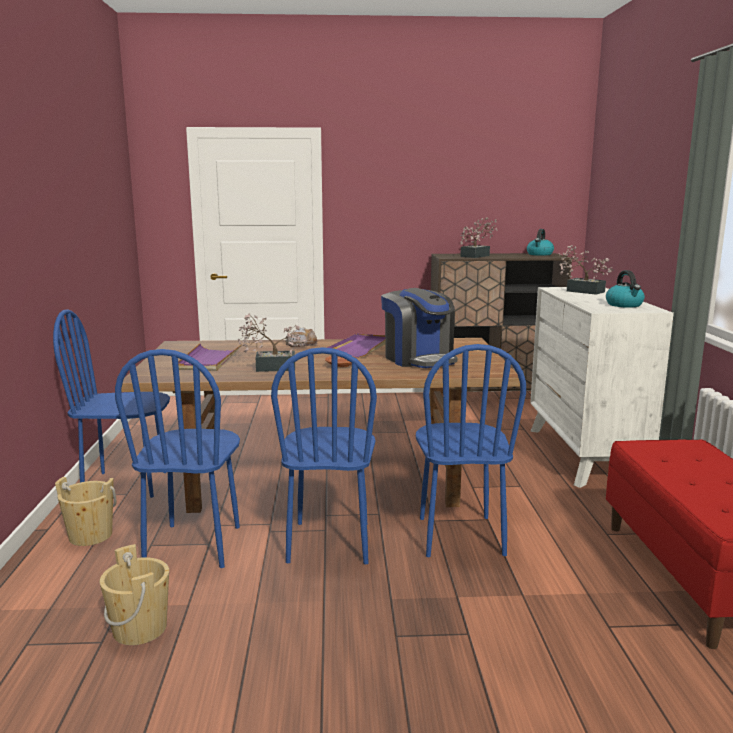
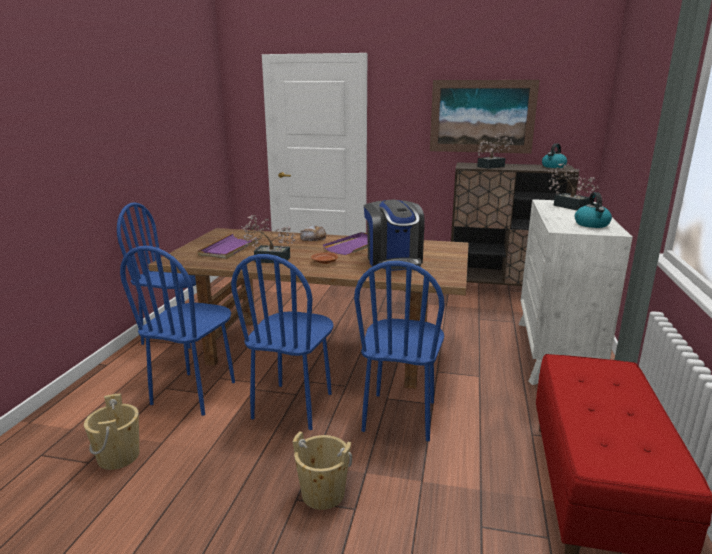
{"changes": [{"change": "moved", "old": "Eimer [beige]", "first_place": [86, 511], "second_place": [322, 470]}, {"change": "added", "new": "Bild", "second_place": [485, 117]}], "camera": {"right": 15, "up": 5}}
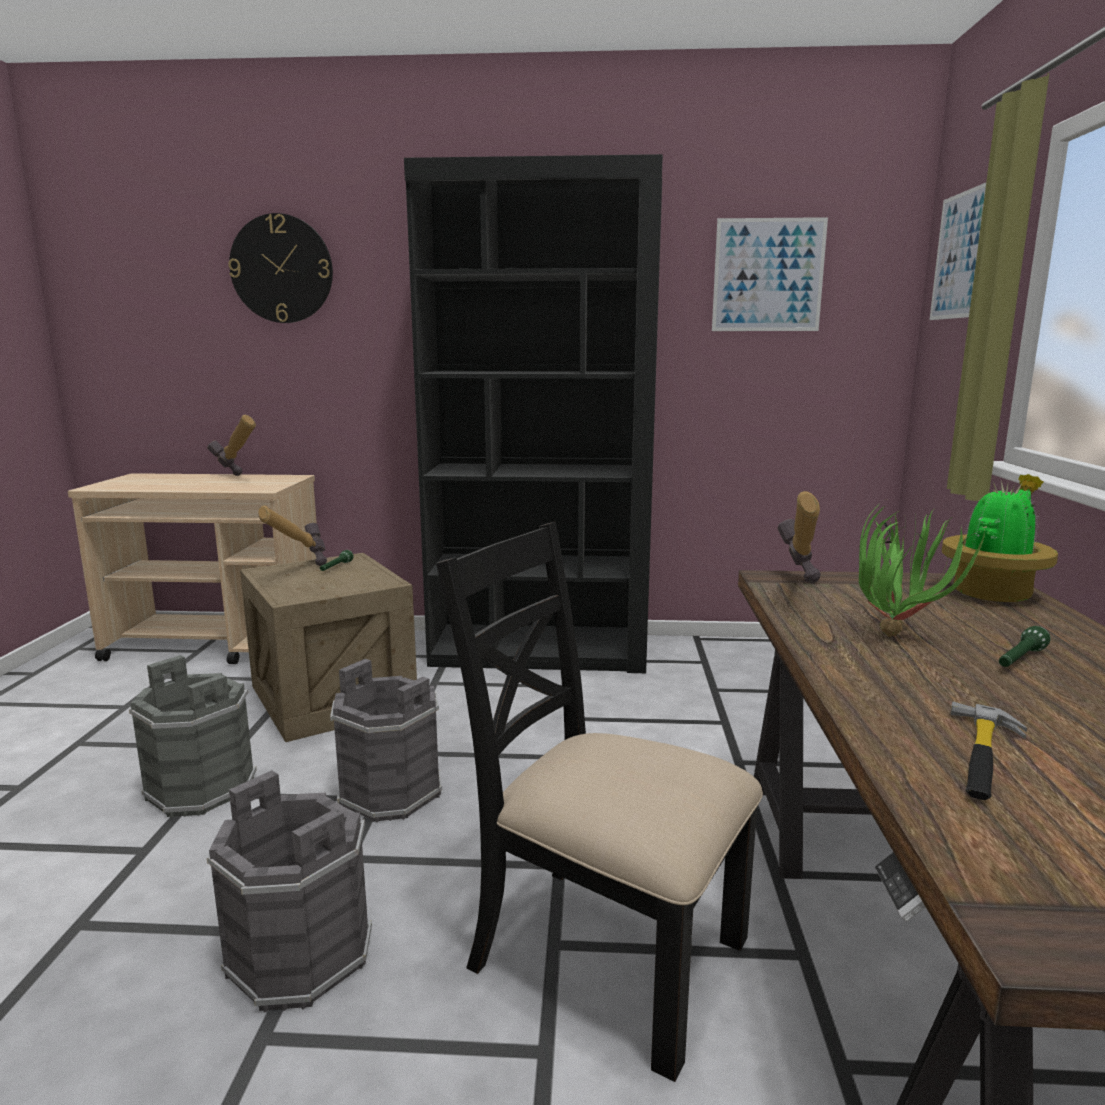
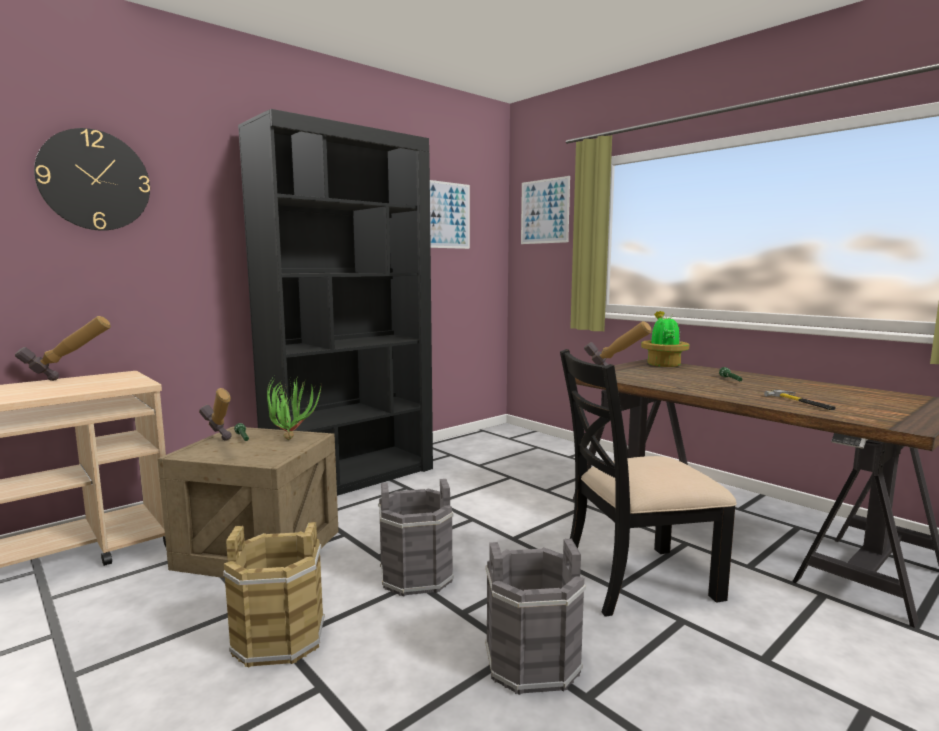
{"changes": [{"change": "moved", "old": "Topfpflanze", "first_place": [922, 568], "second_place": [294, 408]}, {"change": "recoloured", "old": "Eimer [grau]", "new": "Eimer [braun]", "first_place": [193, 736], "second_place": [274, 595]}], "camera": {"right": -45, "up": -5}}
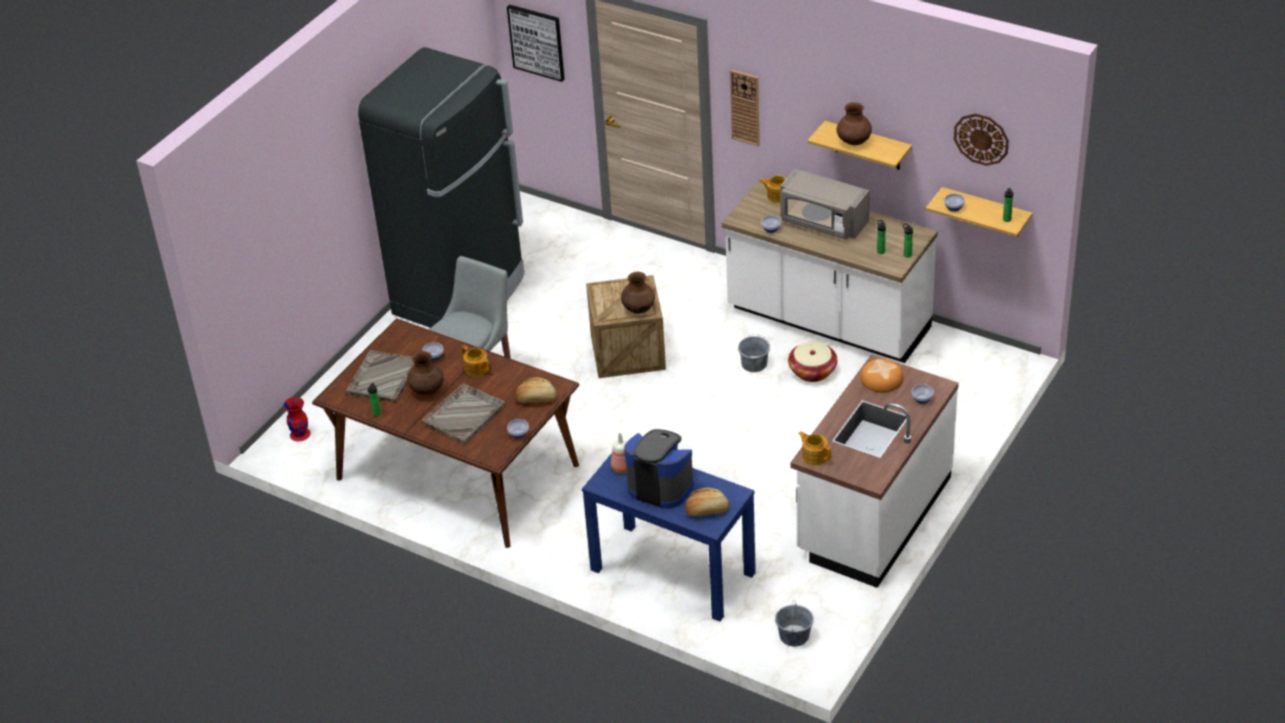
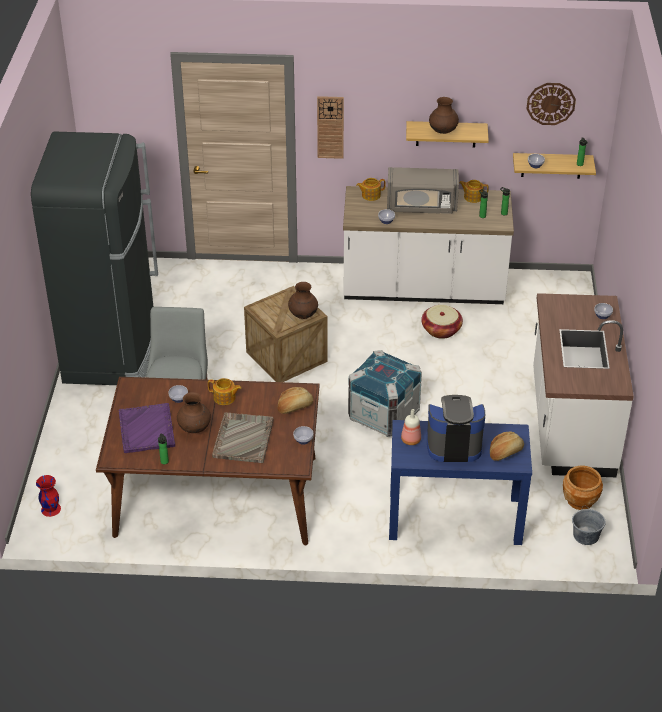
{"changes": [{"change": "removed", "old": "Bild", "first_place": [535, 43]}, {"change": "removed", "old": "Eimer [grau]", "first_place": [754, 353]}, {"change": "recoloured", "old": "Tablett [grau]", "new": "Tablett [lila]", "first_place": [380, 376], "second_place": [147, 428]}, {"change": "removed", "old": "Brot", "first_place": [882, 375]}, {"change": "moved", "old": "Teekanne", "first_place": [814, 448], "second_place": [474, 191]}, {"change": "added", "new": "Kiste", "second_place": [385, 393]}, {"change": "added", "new": "Pflanzkübel [braun]", "second_place": [583, 488]}], "camera": {"right": -30, "up": 0}}
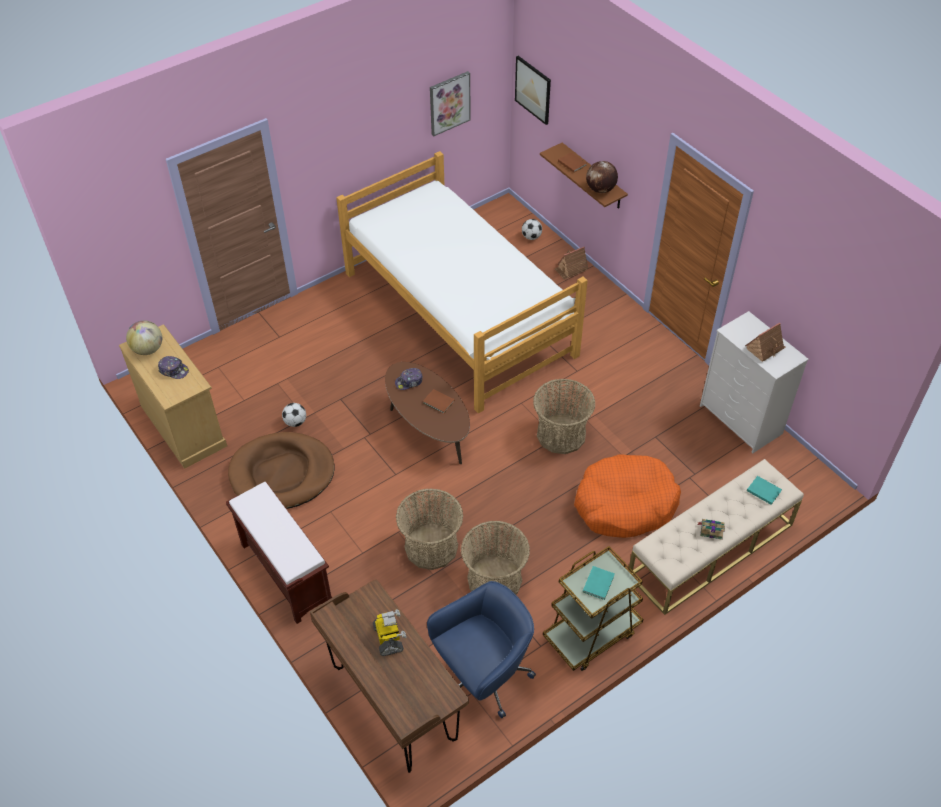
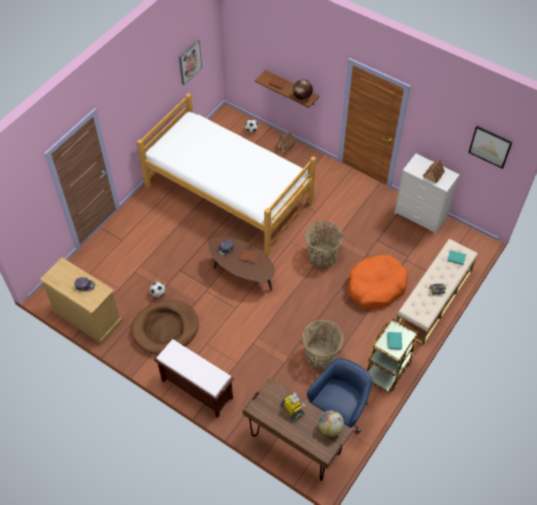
{"changes": [{"change": "moved", "old": "Bild", "first_place": [533, 90], "second_place": [490, 147]}, {"change": "moved", "old": "Globus", "first_place": [144, 338], "second_place": [331, 423]}, {"change": "removed", "old": "Korb", "first_place": [429, 529]}], "camera": {"right": -20, "up": 5}}
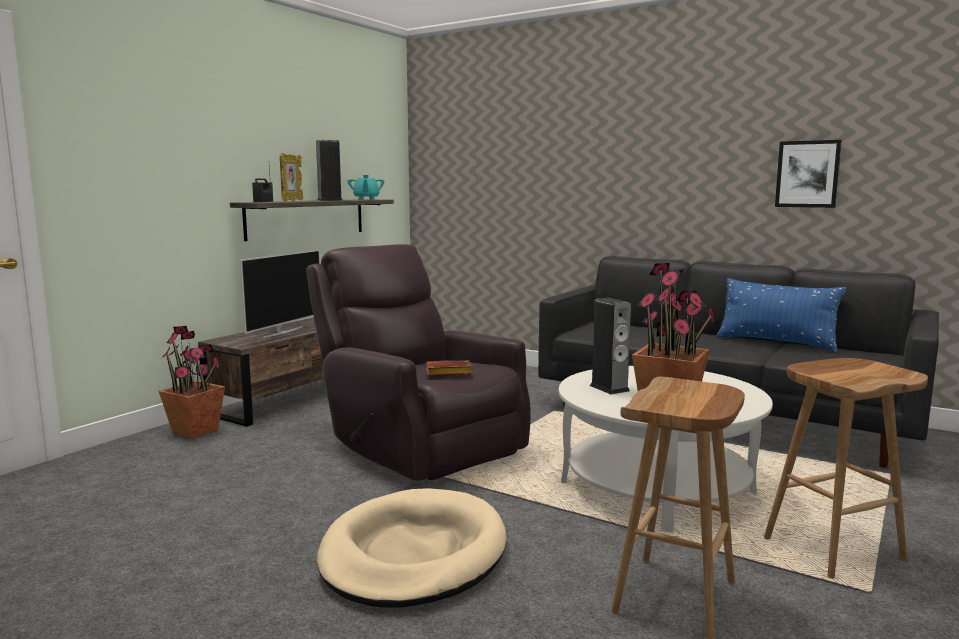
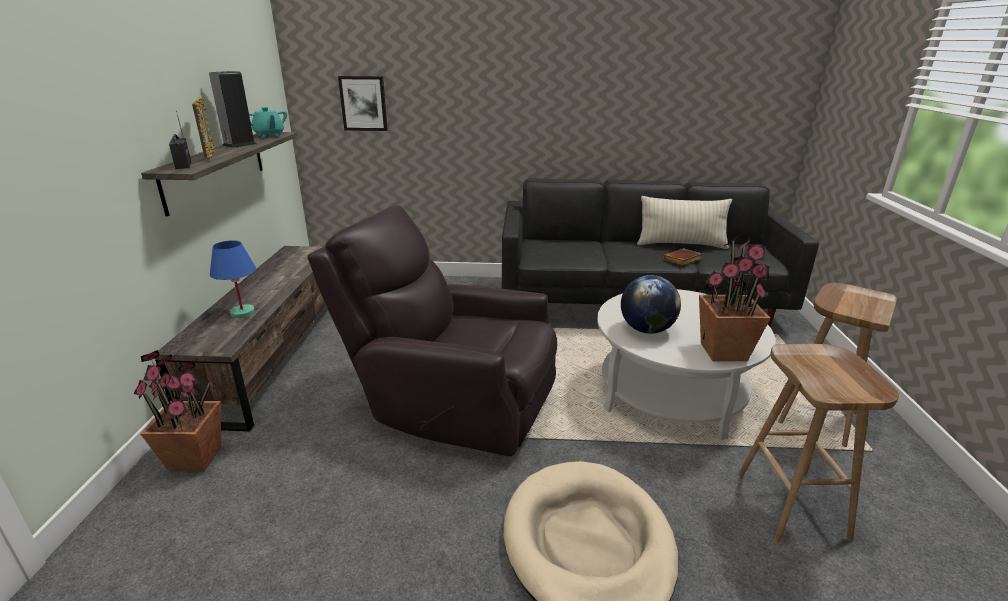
{"changes": [{"change": "moved", "old": "Bild", "first_place": [808, 174], "second_place": [363, 103]}, {"change": "replaced", "old": "Fernseher", "new": "Tischlampe [blau]", "first_place": [280, 294], "second_place": [233, 279]}, {"change": "recoloured", "old": "Kissen [blau]", "new": "Kissen [beige]", "first_place": [781, 315], "second_place": [684, 222]}, {"change": "replaced", "old": "Lautsprecher", "new": "Globus", "first_place": [610, 346], "second_place": [651, 304]}, {"change": "moved", "old": "Buch [braun]", "first_place": [449, 367], "second_place": [682, 257]}], "camera": {"right": -30, "up": 15}}
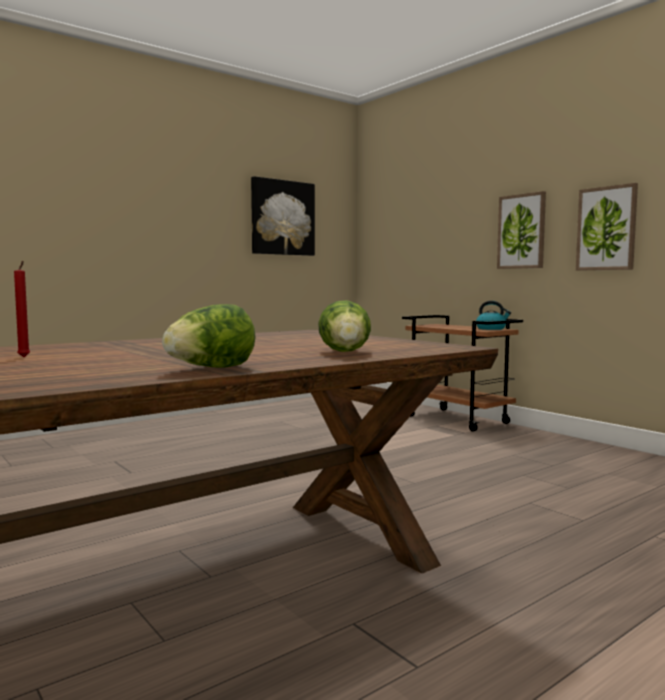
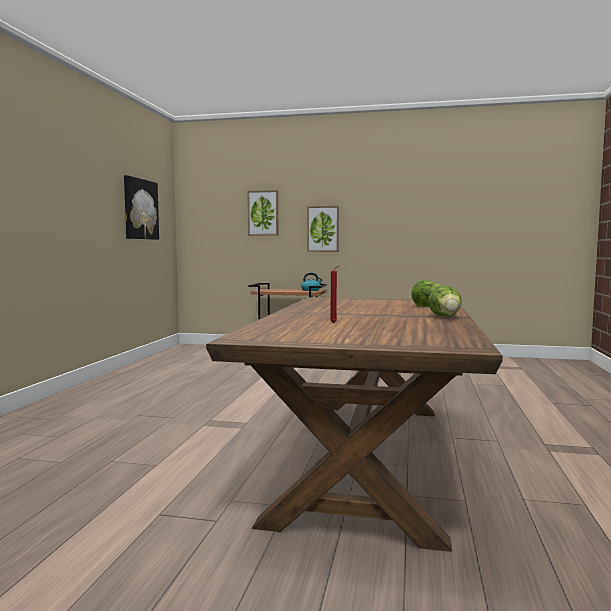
{"changes": [{"change": "moved", "old": "Bild", "first_place": [607, 227], "second_place": [262, 213]}], "camera": {"right": -40, "up": 0}}
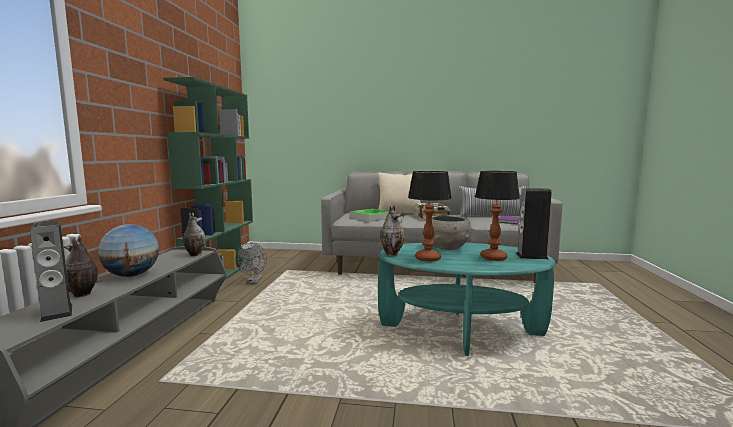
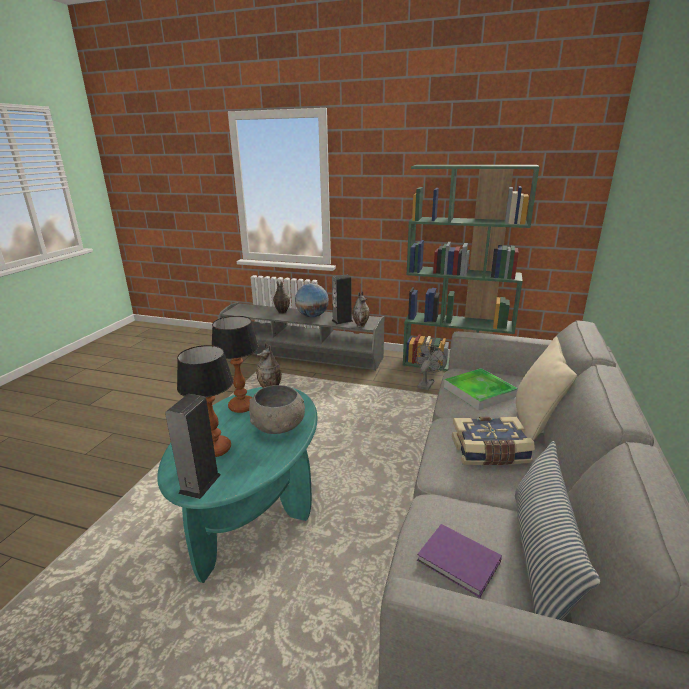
{"changes": [{"change": "moved", "old": "Lautsprecher", "first_place": [51, 271], "second_place": [342, 299]}, {"change": "turned", "old": "Ventilator [grau]", "first_place": [251, 263], "second_place": [430, 367], "degrees": 105}], "camera": {"right": 100, "up": 15}}
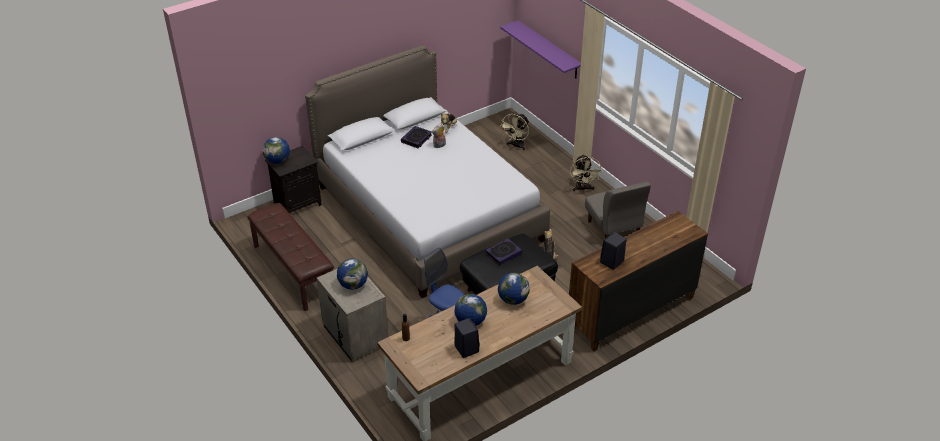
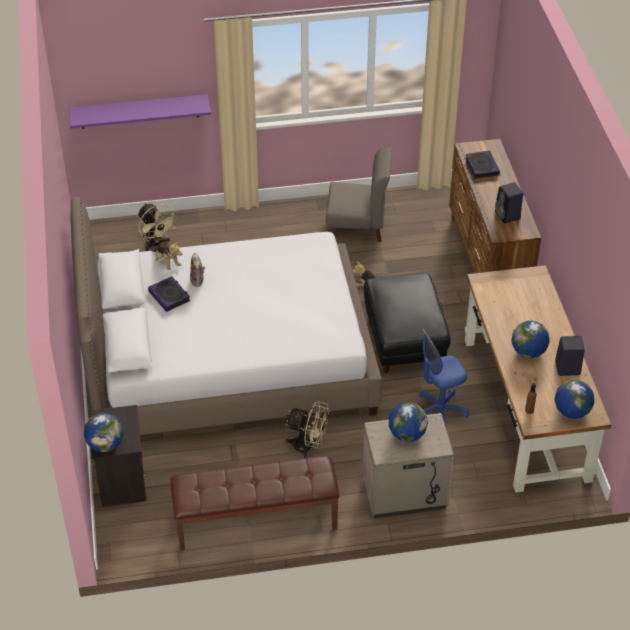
{"changes": [{"change": "moved", "old": "Ventilator [beige]", "first_place": [586, 172], "second_place": [307, 429]}, {"change": "moved", "old": "Buch", "first_place": [503, 252], "second_place": [482, 165]}, {"change": "moved", "old": "Globus", "first_place": [514, 289], "second_place": [574, 399]}], "camera": {"right": -65, "up": 5}}
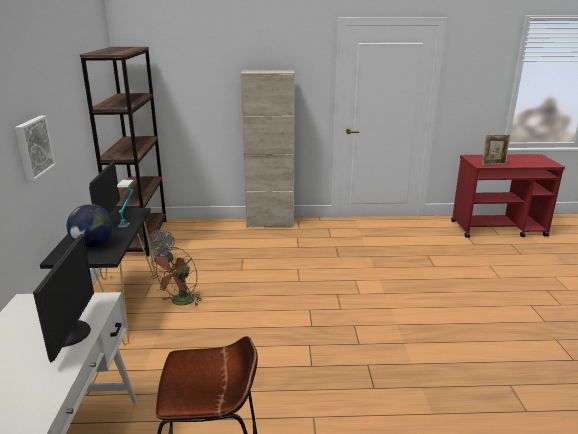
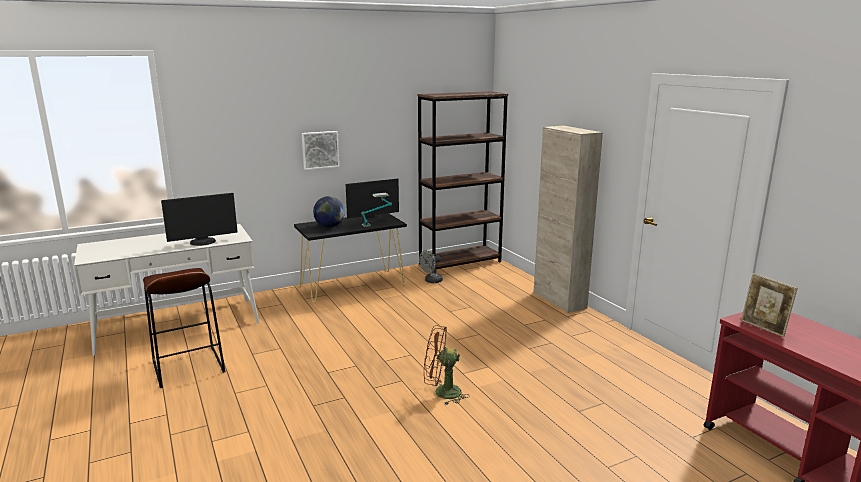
{"changes": [{"change": "moved", "old": "Ventilator [braun]", "first_place": [176, 276], "second_place": [447, 365]}], "camera": {"right": 65, "up": -5}}
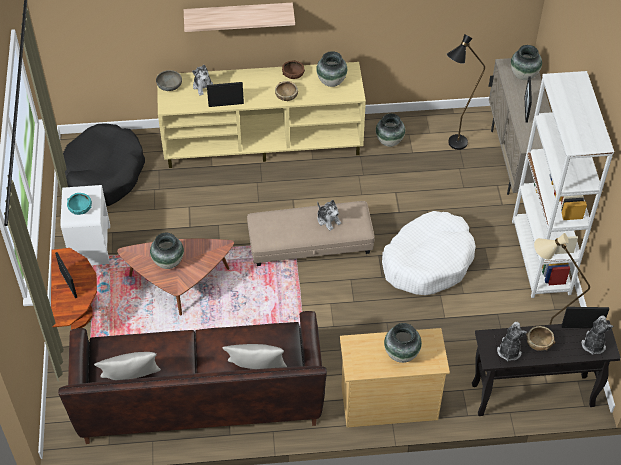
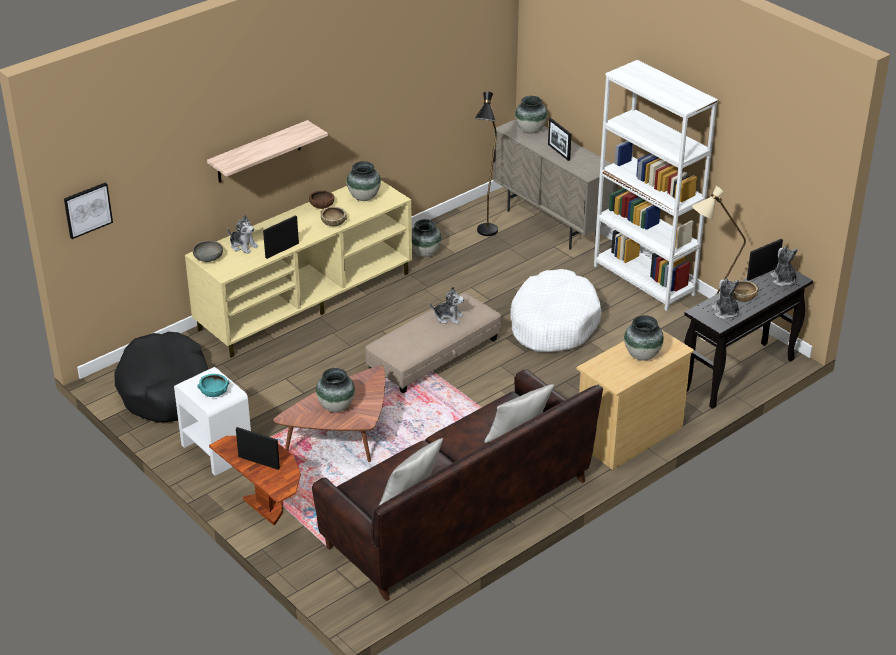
{"changes": [{"change": "added", "new": "Bild", "second_place": [88, 211]}], "camera": {"right": -35, "up": -15}}
